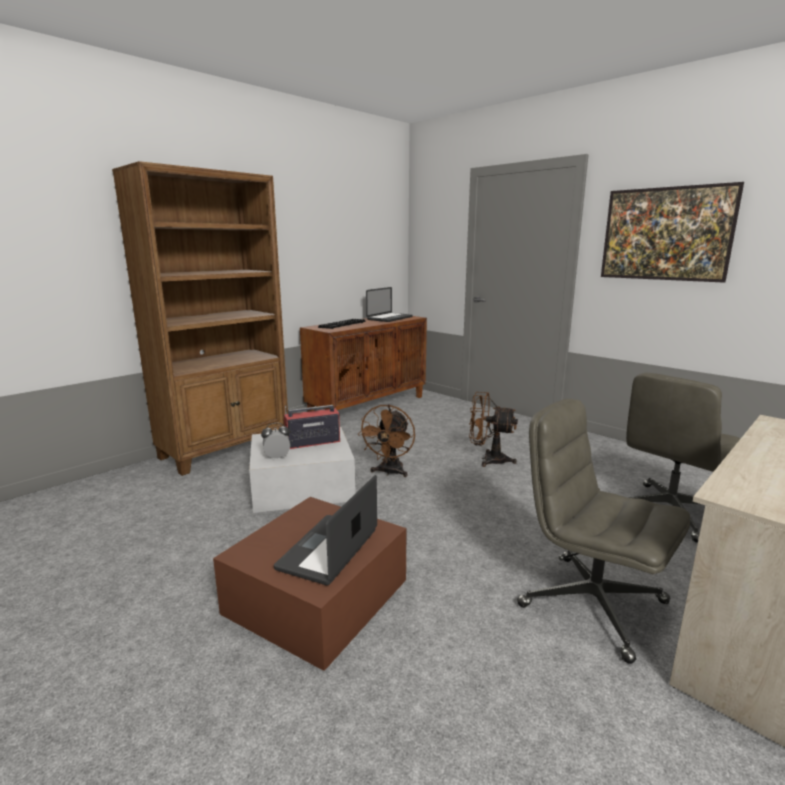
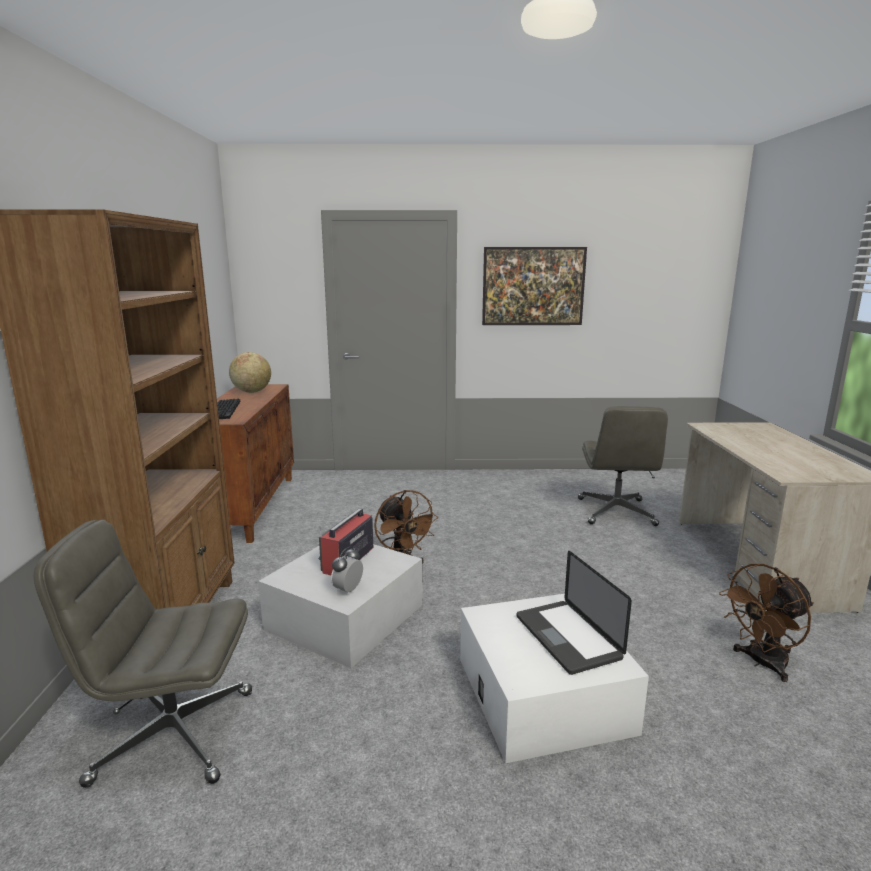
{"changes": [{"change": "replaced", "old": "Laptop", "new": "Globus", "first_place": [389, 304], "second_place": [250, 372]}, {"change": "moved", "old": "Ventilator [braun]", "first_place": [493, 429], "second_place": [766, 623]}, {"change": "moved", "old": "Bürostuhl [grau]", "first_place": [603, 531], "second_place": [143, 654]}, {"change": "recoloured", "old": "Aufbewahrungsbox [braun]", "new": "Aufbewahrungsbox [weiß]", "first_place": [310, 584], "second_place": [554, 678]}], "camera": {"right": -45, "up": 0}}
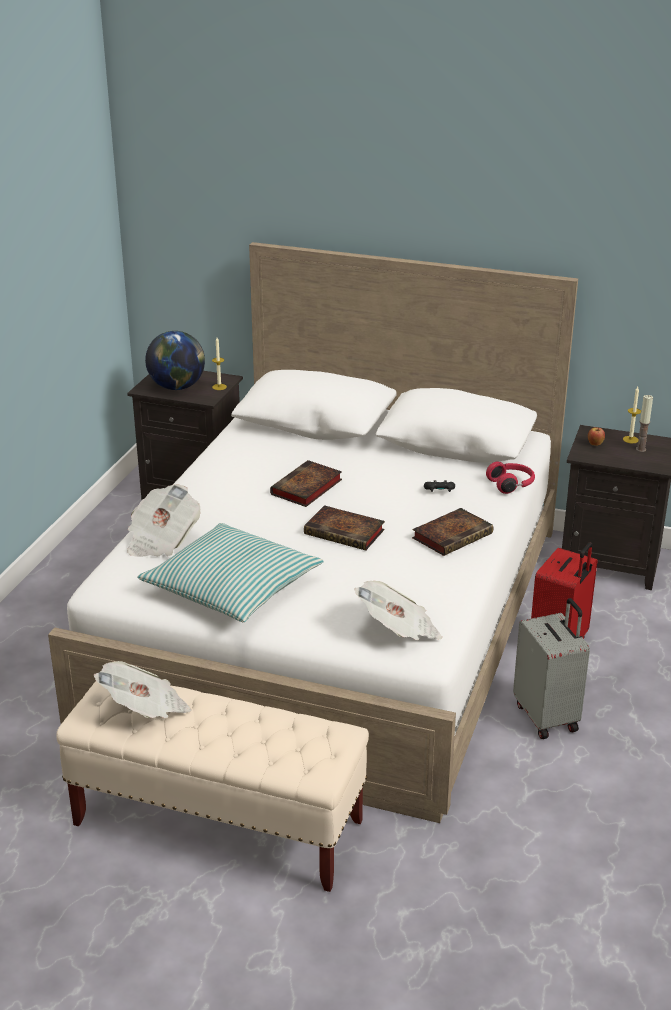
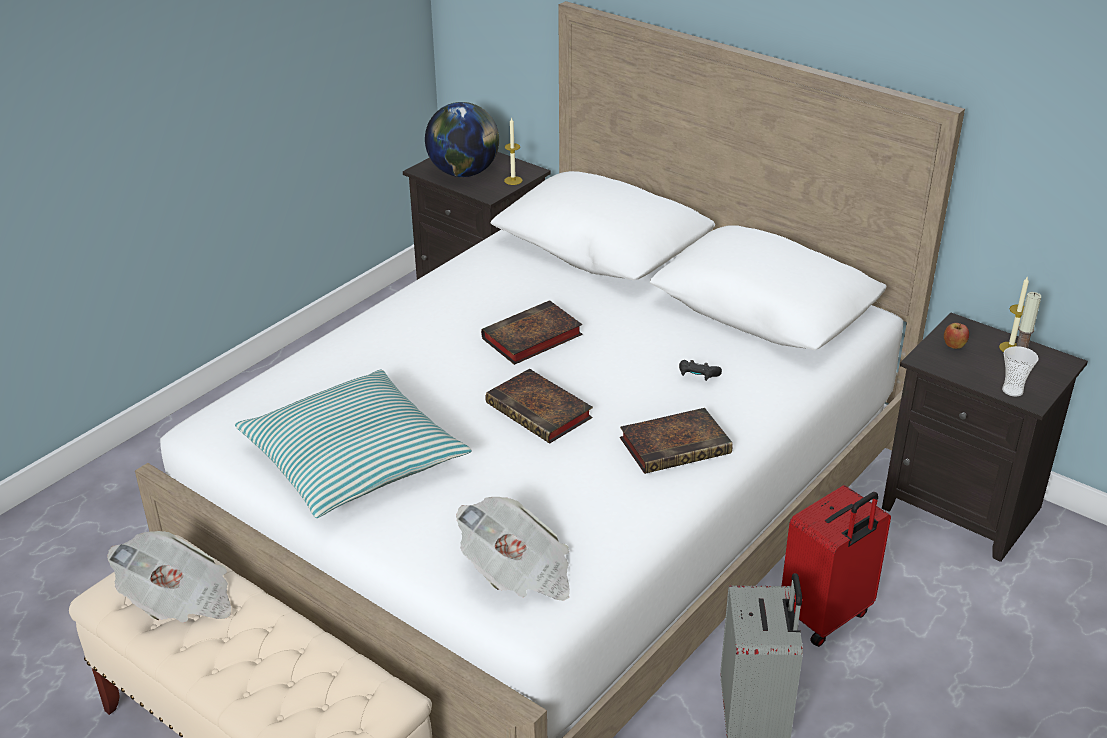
{"changes": [{"change": "removed", "old": "Kopfhörer [rot]", "first_place": [510, 478]}, {"change": "removed", "old": "Zeitung", "first_place": [164, 520]}, {"change": "added", "new": "Tasse", "second_place": [1020, 371]}], "camera": {"right": 20, "up": 5}}
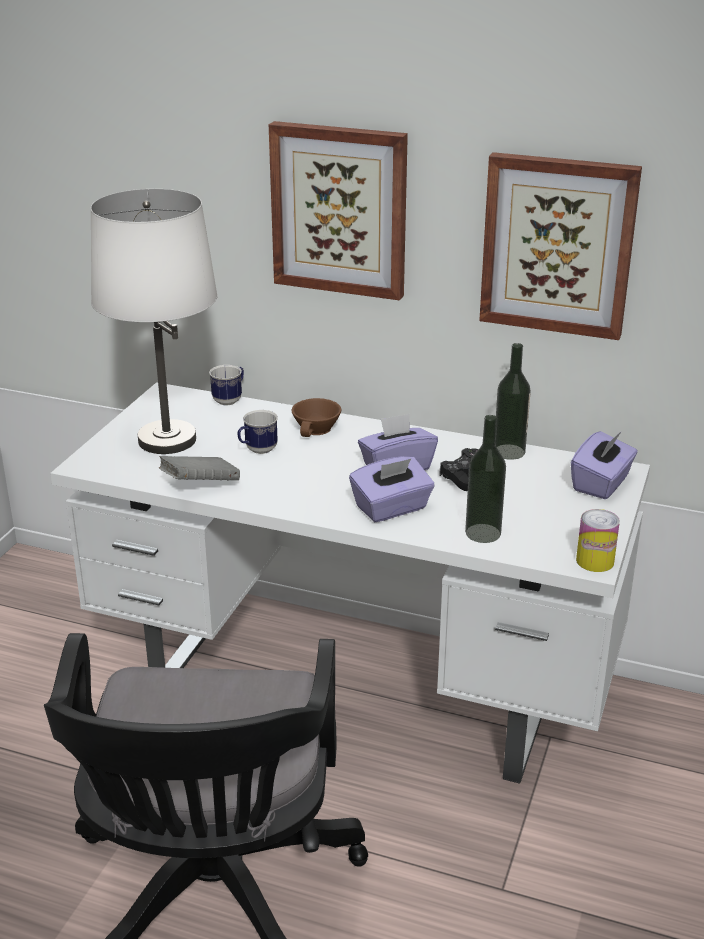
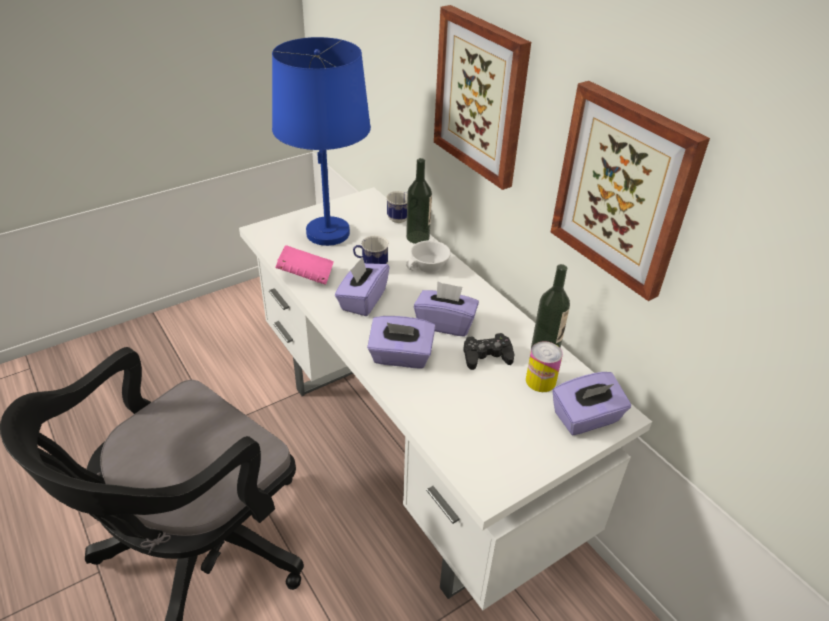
{"changes": [{"change": "recoloured", "old": "Tischlampe [weiß]", "new": "Tischlampe [blau]", "first_place": [154, 321], "second_place": [321, 141]}, {"change": "recoloured", "old": "Tasse [braun]", "new": "Tasse [weiß]", "first_place": [316, 417], "second_place": [428, 256]}, {"change": "moved", "old": "Flasche", "first_place": [485, 479], "second_place": [419, 201]}, {"change": "recoloured", "old": "Buch [grau]", "new": "Buch [rosa]", "first_place": [199, 468], "second_place": [305, 265]}, {"change": "moved", "old": "Dose", "first_place": [598, 540], "second_place": [544, 366]}, {"change": "added", "new": "Taschentuchbox [lila]", "second_place": [362, 286]}], "camera": {"right": 35, "up": 10}}
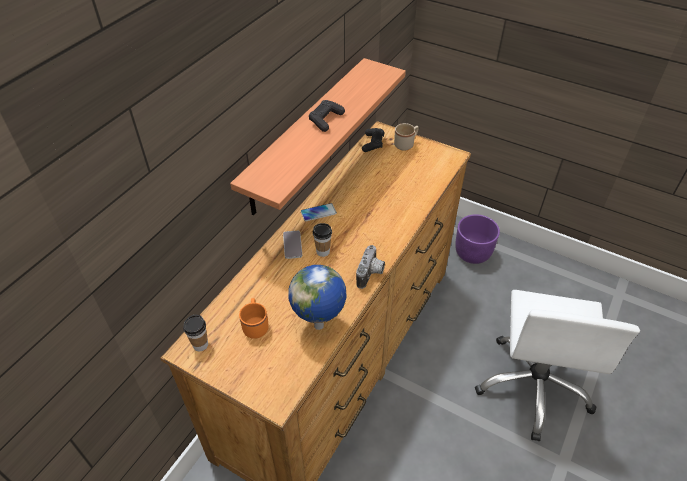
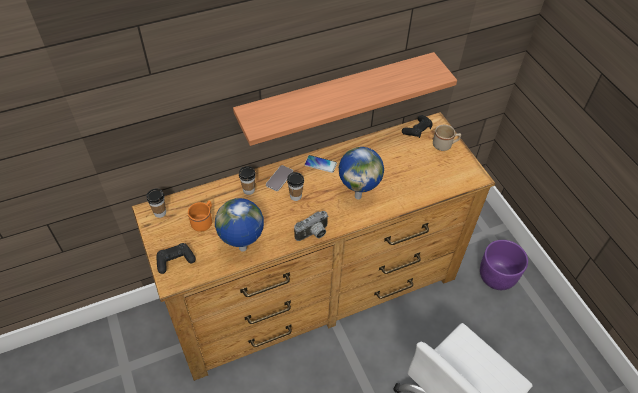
{"changes": [{"change": "moved", "old": "Gamepad [schwarz]", "first_place": [327, 116], "second_place": [176, 258]}, {"change": "added", "new": "Globus", "second_place": [361, 173]}, {"change": "added", "new": "Tasse", "second_place": [247, 180]}], "camera": {"right": 35, "up": 5}}
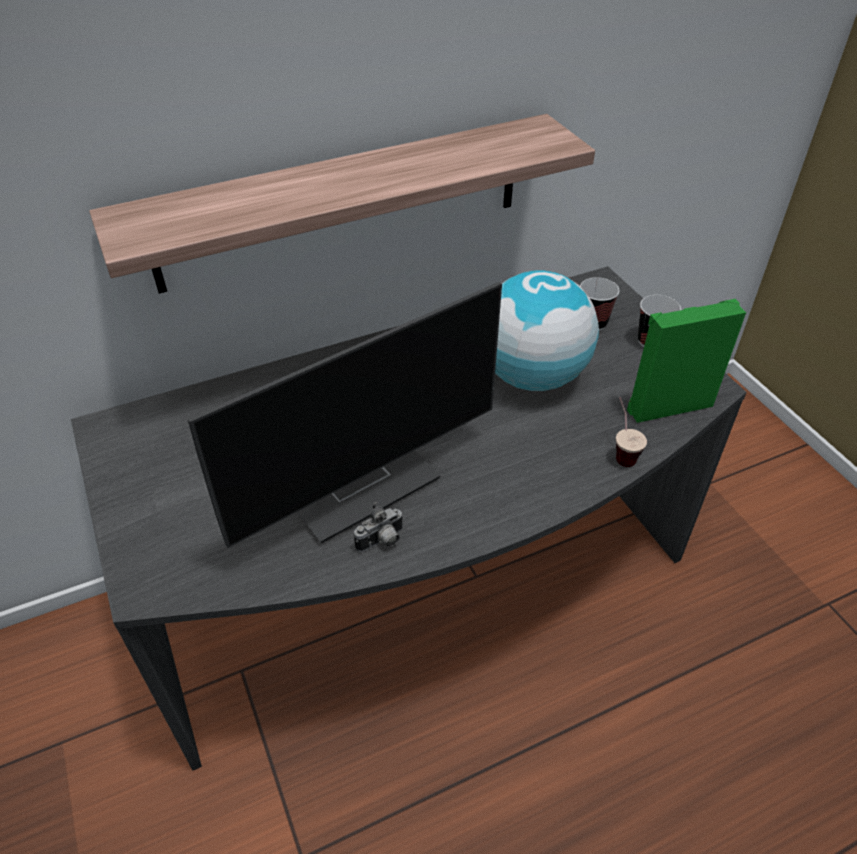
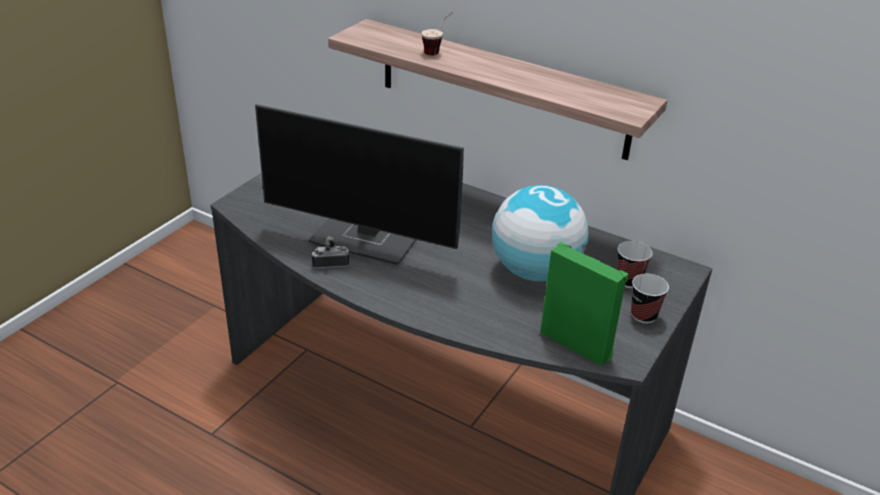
{"changes": [{"change": "moved", "old": "Tasse", "first_place": [631, 432], "second_place": [437, 33]}, {"change": "turned", "old": "Kamera", "first_place": [379, 527], "second_place": [330, 252], "degrees": 150}], "camera": {"right": 55, "up": -10}}
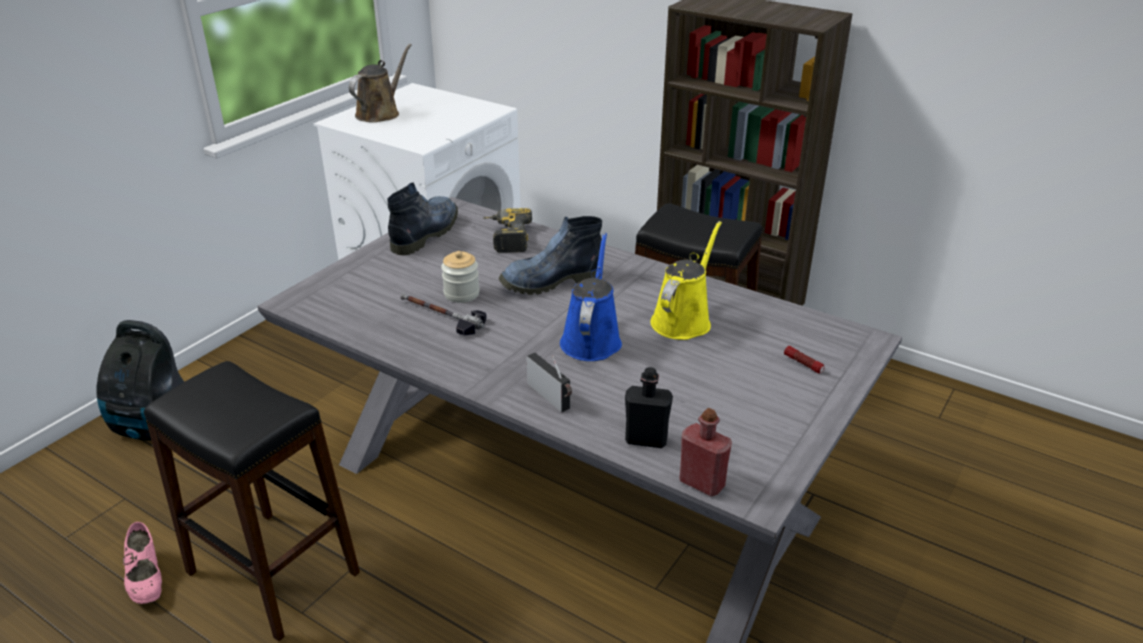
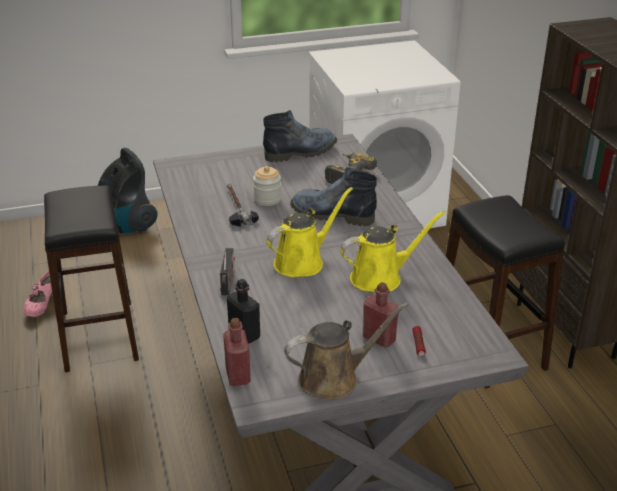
{"changes": [{"change": "moved", "old": "Gießkanne [braun]", "first_place": [380, 83], "second_place": [346, 351]}, {"change": "recoloured", "old": "Gießkanne [blau]", "new": "Gießkanne [gelb]", "first_place": [591, 297], "second_place": [310, 232]}, {"change": "added", "new": "Flasche [rot]", "second_place": [381, 315]}], "camera": {"right": 40, "up": 0}}
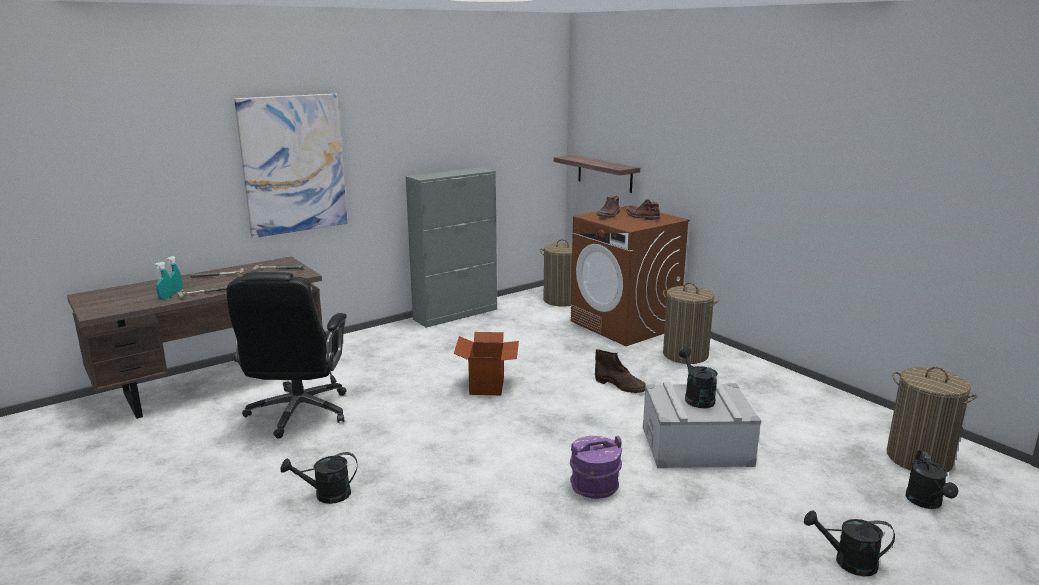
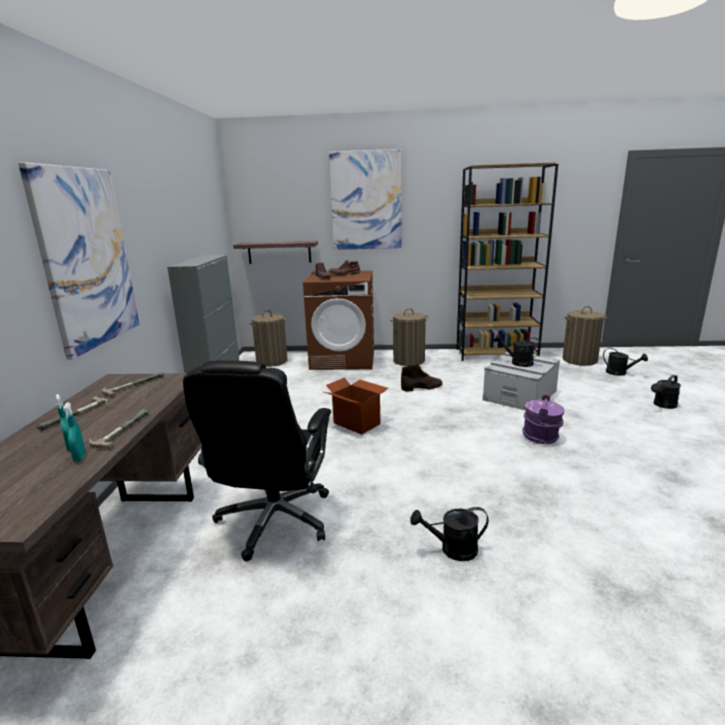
{"changes": [{"change": "turned", "old": "Bürostuhl [schwarz]", "first_place": [287, 355], "second_place": [257, 460], "degrees": 60}, {"change": "turned", "old": "Gießkanne [schwarz]", "first_place": [318, 478], "second_place": [449, 534], "degrees": 60}, {"change": "added", "new": "Bild", "second_place": [365, 199]}, {"change": "added", "new": "Bücherregal [braun]", "second_place": [507, 261]}], "camera": {"right": -50, "up": 0}}
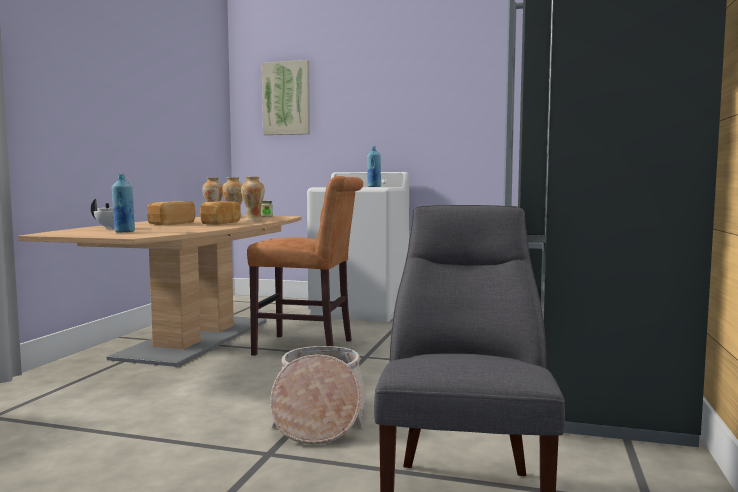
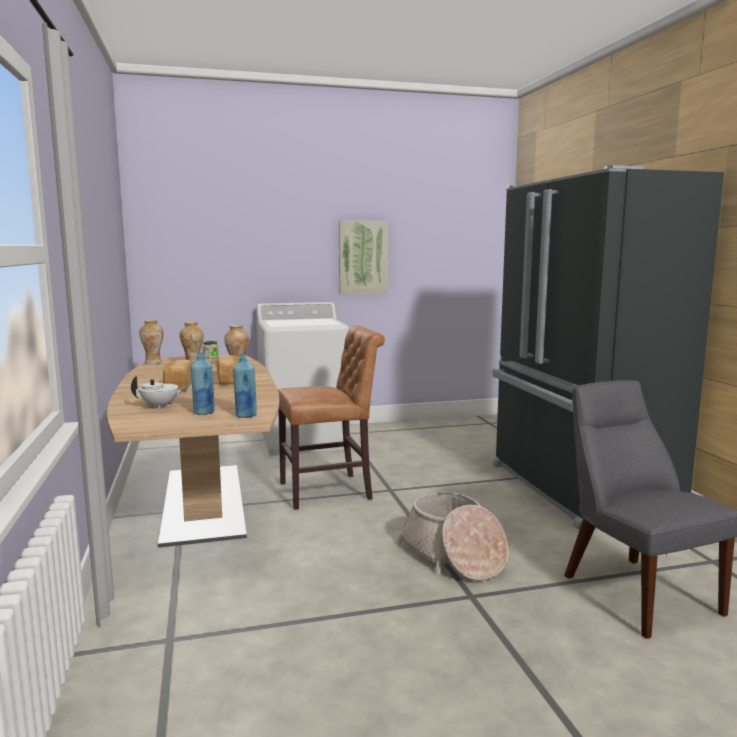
{"changes": [{"change": "moved", "old": "Bild", "first_place": [286, 97], "second_place": [363, 257]}, {"change": "moved", "old": "Flasche [blau]", "first_place": [374, 167], "second_place": [245, 386]}], "camera": {"right": -30, "up": 5}}
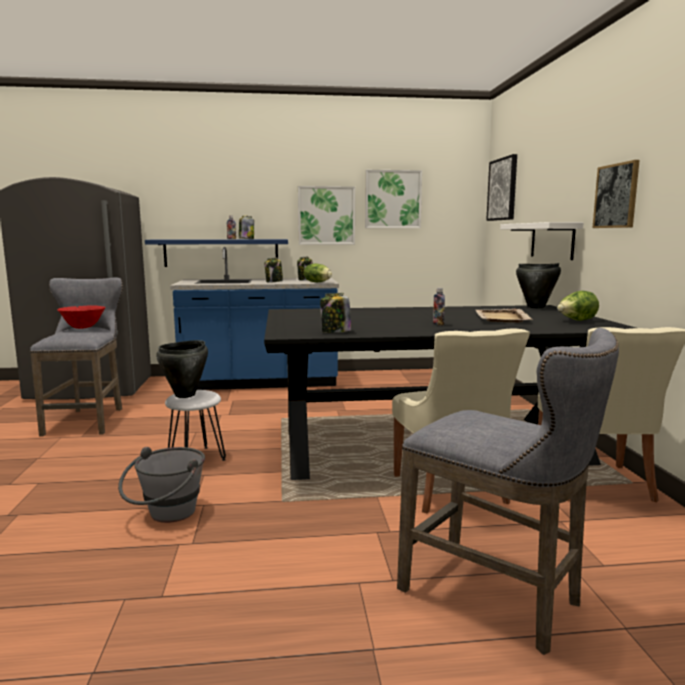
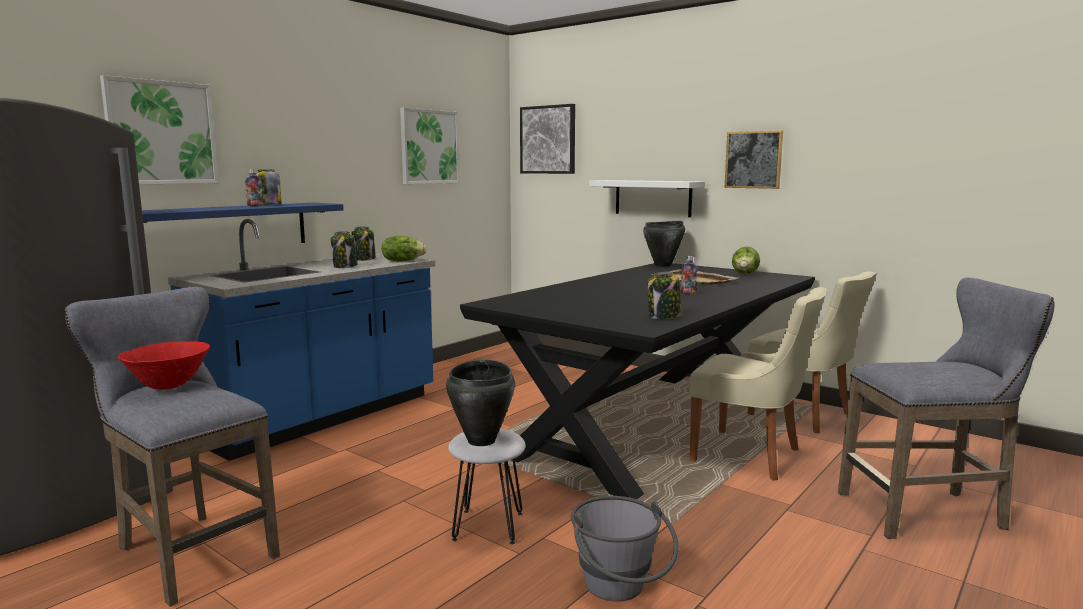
{"changes": [{"change": "moved", "old": "Bild", "first_place": [326, 215], "second_place": [159, 130]}], "camera": {"right": -45, "up": 0}}
